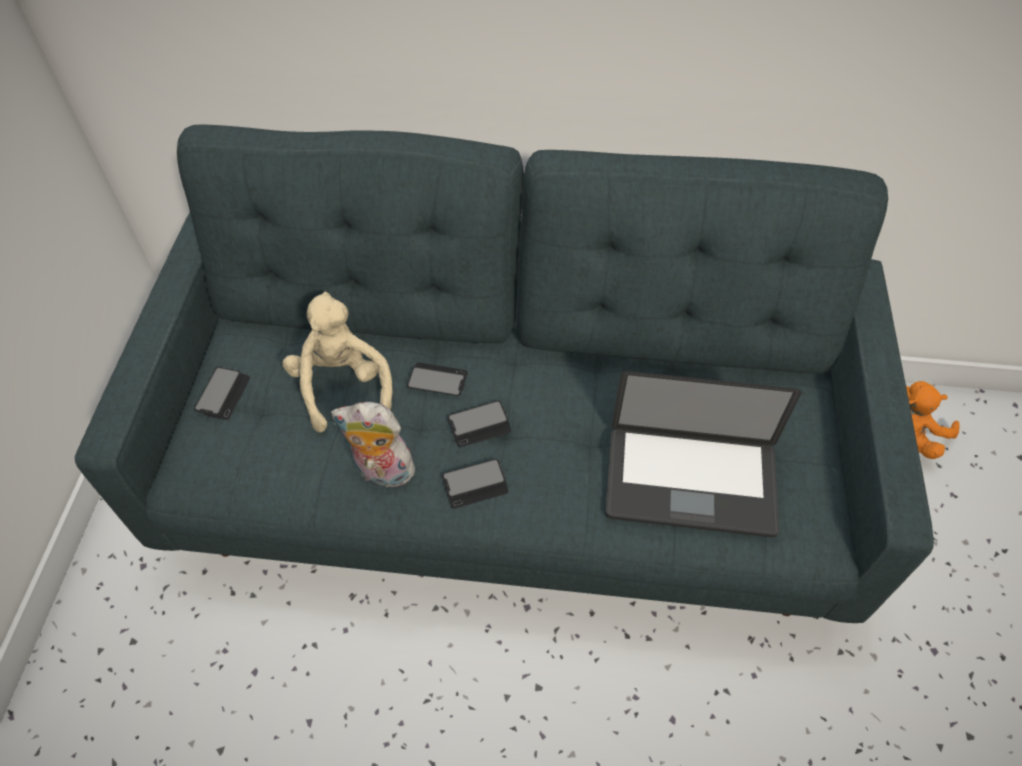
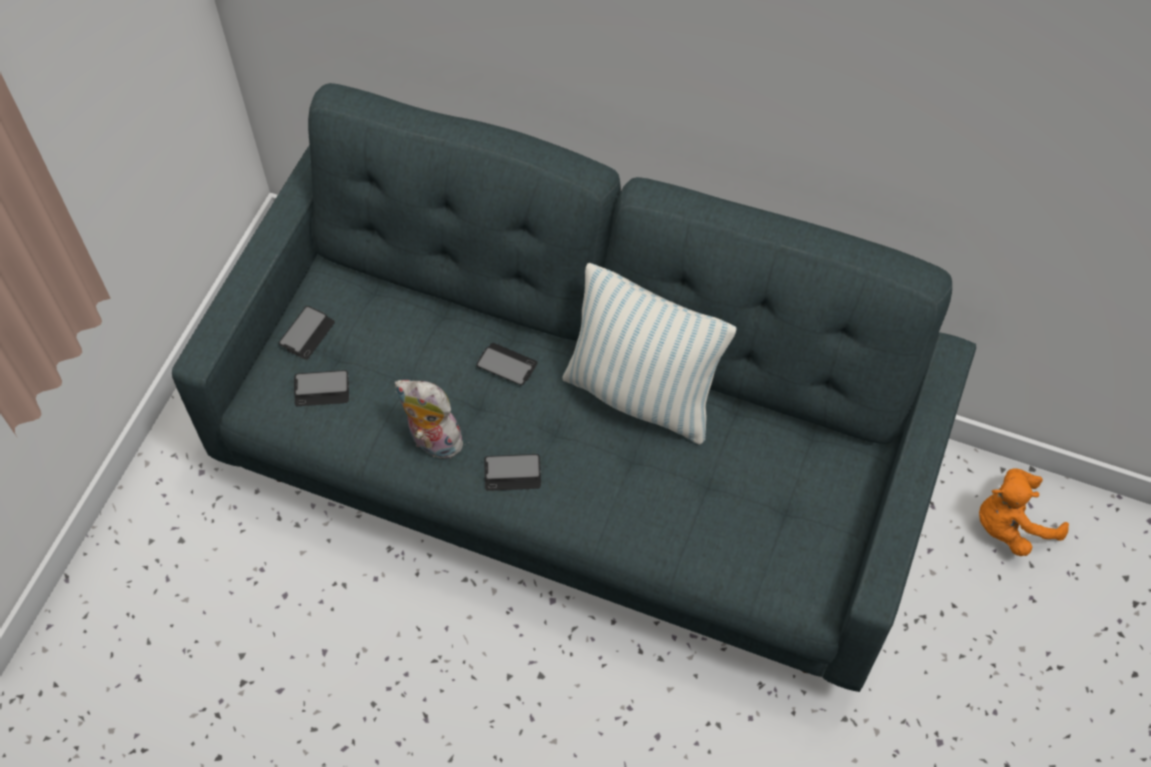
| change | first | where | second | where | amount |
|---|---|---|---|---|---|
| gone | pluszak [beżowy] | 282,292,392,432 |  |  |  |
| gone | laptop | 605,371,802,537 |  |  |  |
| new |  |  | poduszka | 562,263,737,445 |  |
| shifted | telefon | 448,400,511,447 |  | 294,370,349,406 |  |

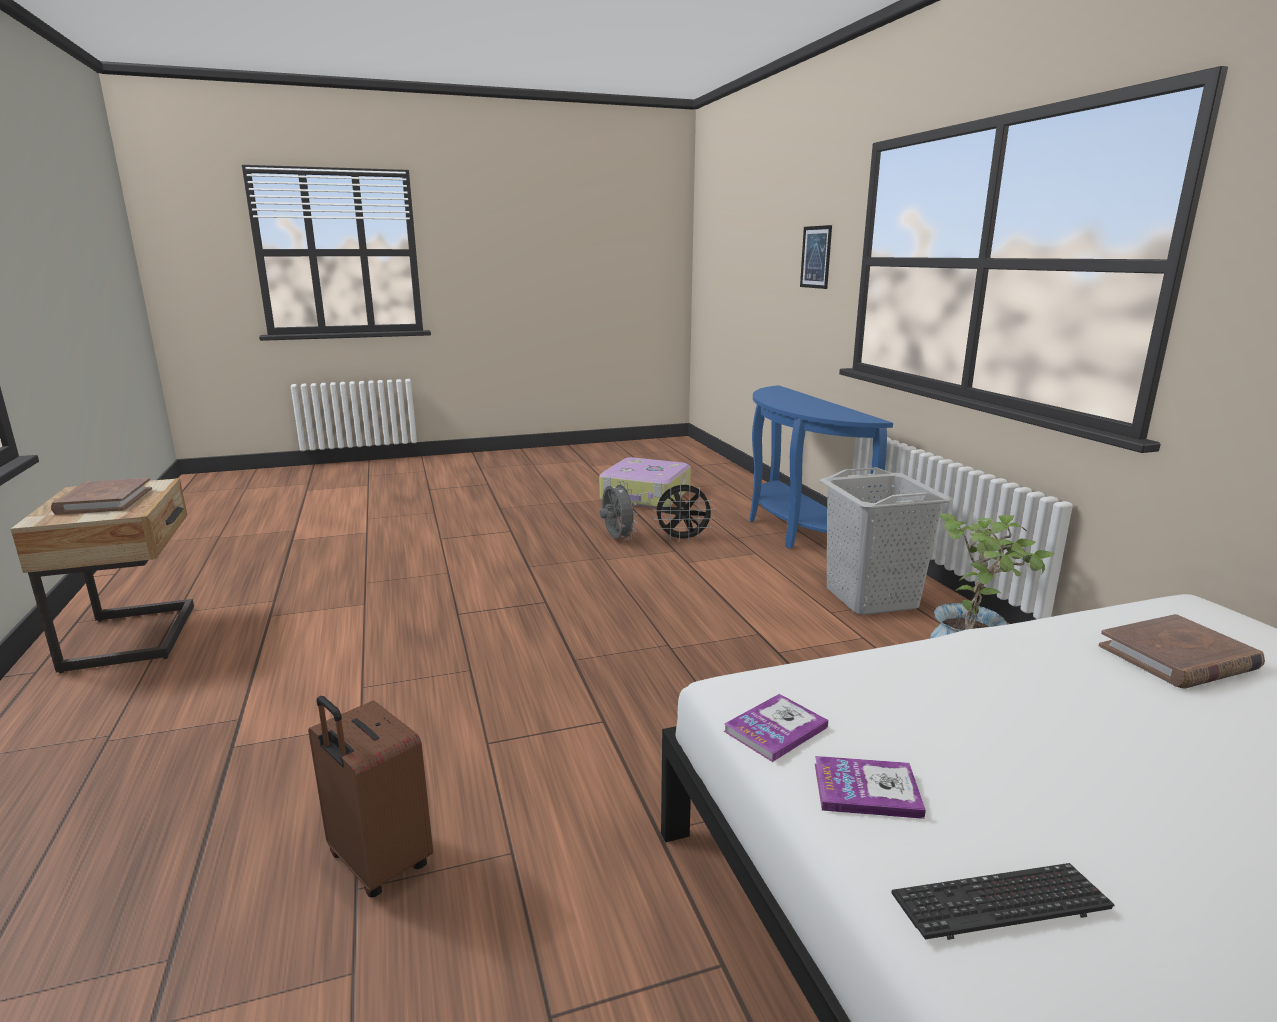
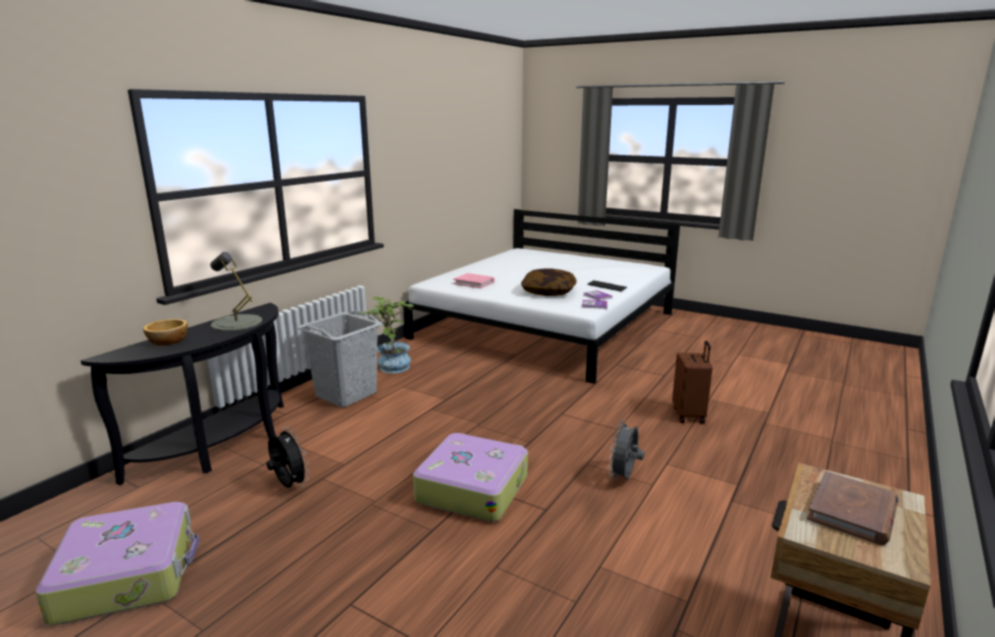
| change | first | where | second | where | amount |
|---|---|---|---|---|---|
| gone | obraz | 800,225,832,289 |  |  |  |
| new |  |  | miska | 143,319,188,345 |  |
| new |  |  | lampa stołowa [szary] | 210,252,262,331 |  |
| new |  |  | walizka | 413,433,528,522 |  |
| new |  |  | poduszka | 521,269,577,296 |  |
| shifted | wentylator [szary] | 600,481,638,540 |  | 608,420,645,481 |  |
| repainted | stolik konsolowy [niebieski] | 749,385,893,548 | stolik konsolowy [czarny] | 80,303,284,485 |  |
| repainted | książka [brązowy] | 1099,614,1265,689 | książka [różowy] | 453,273,495,288 |  |

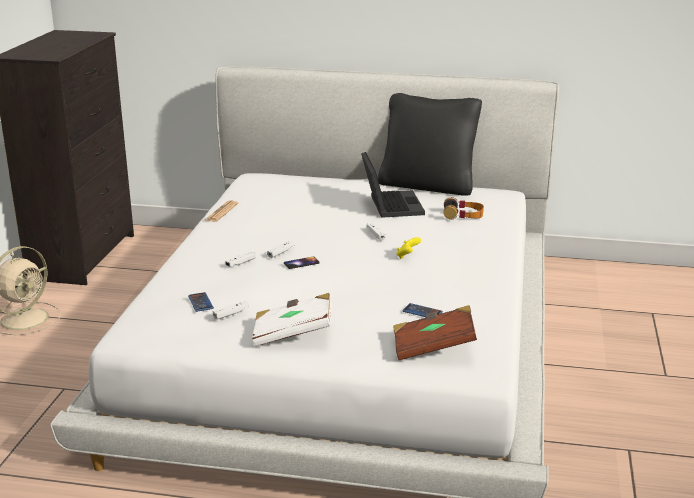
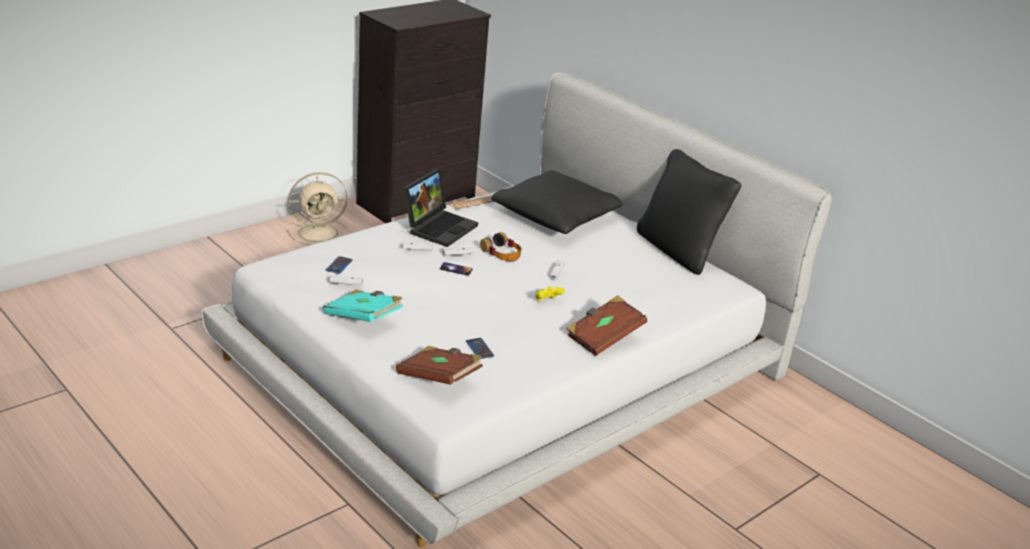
| change | first | where | second | where | amount |
|---|---|---|---|---|---|
| new |  |  | poduszka [czarny] | 491,171,623,234 |  |
| new |  |  | książka [brązowy] | 566,295,647,356 |  |
| shifted | laptop | 361,152,425,218 |  | 403,169,478,247 |  |
| shifted | słuchawki | 444,197,484,220 |  | 480,232,521,261 |  |
| repainted | książka [biały] | 252,293,332,346 | książka [turkusowy] | 323,290,403,322 |  |

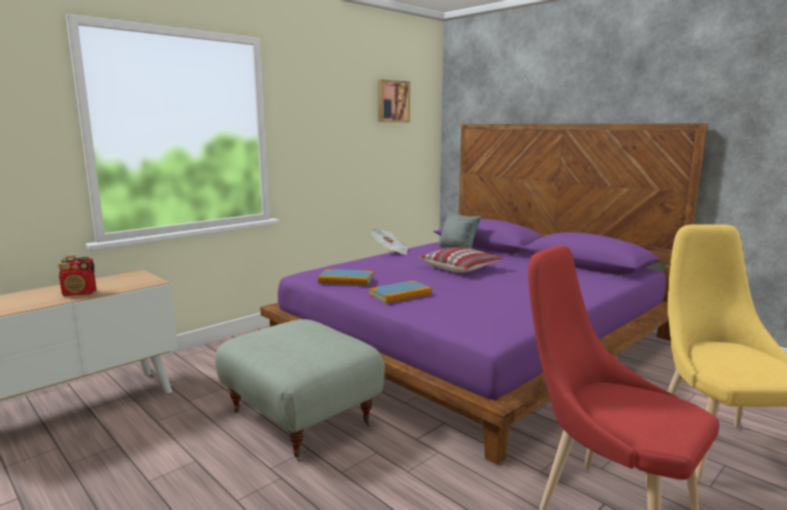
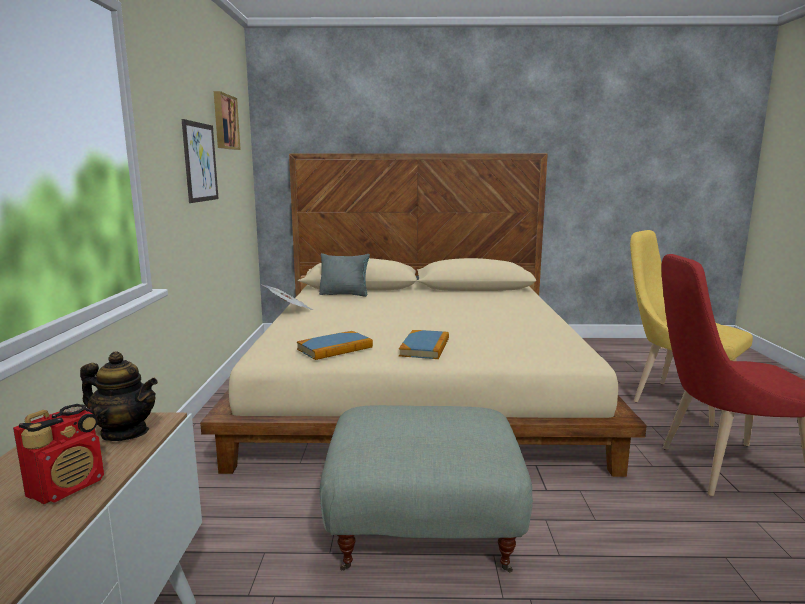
| change | first | where | second | where | amount |
|---|---|---|---|---|---|
| gone | poduszka | 419,247,503,272 |  |  |  |
| new |  |  | imbryk | 80,351,158,441 |  |
| new |  |  | obraz | 182,119,219,203 |  |
| repainted | łóżko [fioletowy] | 260,123,708,465 | łóżko [beżowy] | 200,153,647,477 |  |

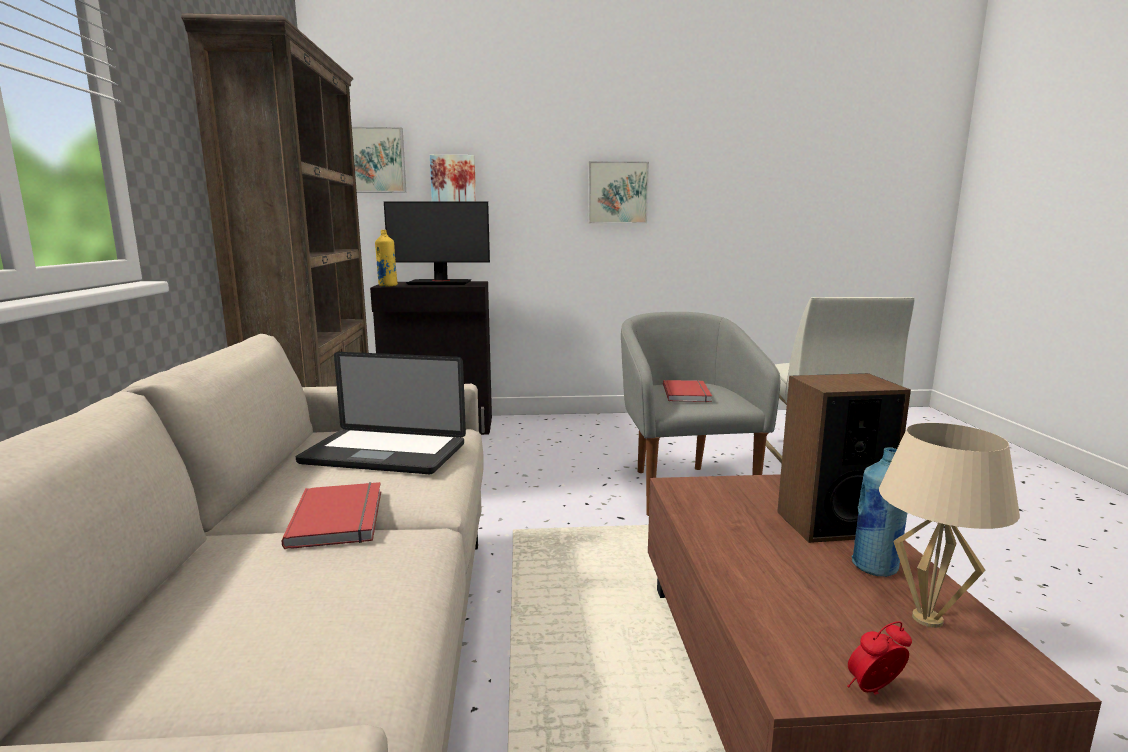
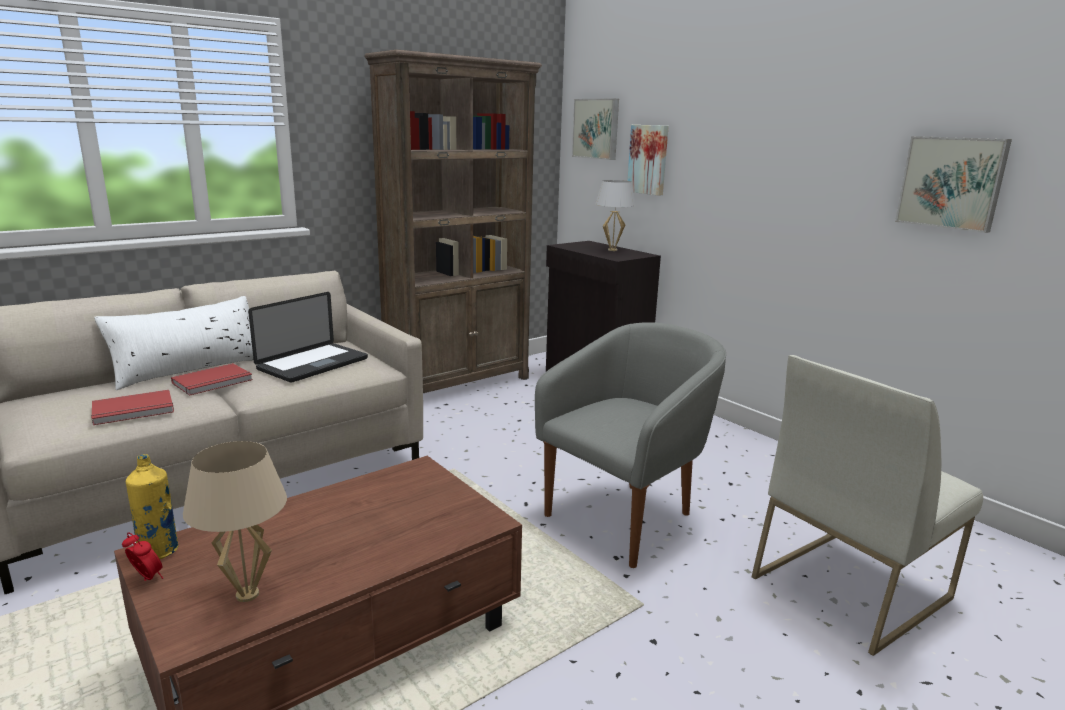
| change | first | where | second | where | amount |
|---|---|---|---|---|---|
| gone | głośnik | 777,373,911,543 |  |  |  |
| gone | butelka [niebieski] | 851,447,907,577 |  |  |  |
| new |  |  | poduszka [biały] | 94,296,254,390 |  |
| shifted | butelka [żółty] | 375,230,398,286 |  | 126,454,179,559 |  |
| shifted | obraz | 588,161,649,223 |  | 895,136,1012,233 |  |
| shifted | książka [czerwony] | 663,380,712,402 |  | 91,390,174,425 |  |
| swapped | monitor | 384,202,490,285 | lampa stołowa [biały] | 595,180,636,251 |  |
| rotated | laptop | 296,352,466,474 |  | 248,292,368,383 | 120 degrees counterclockwise |

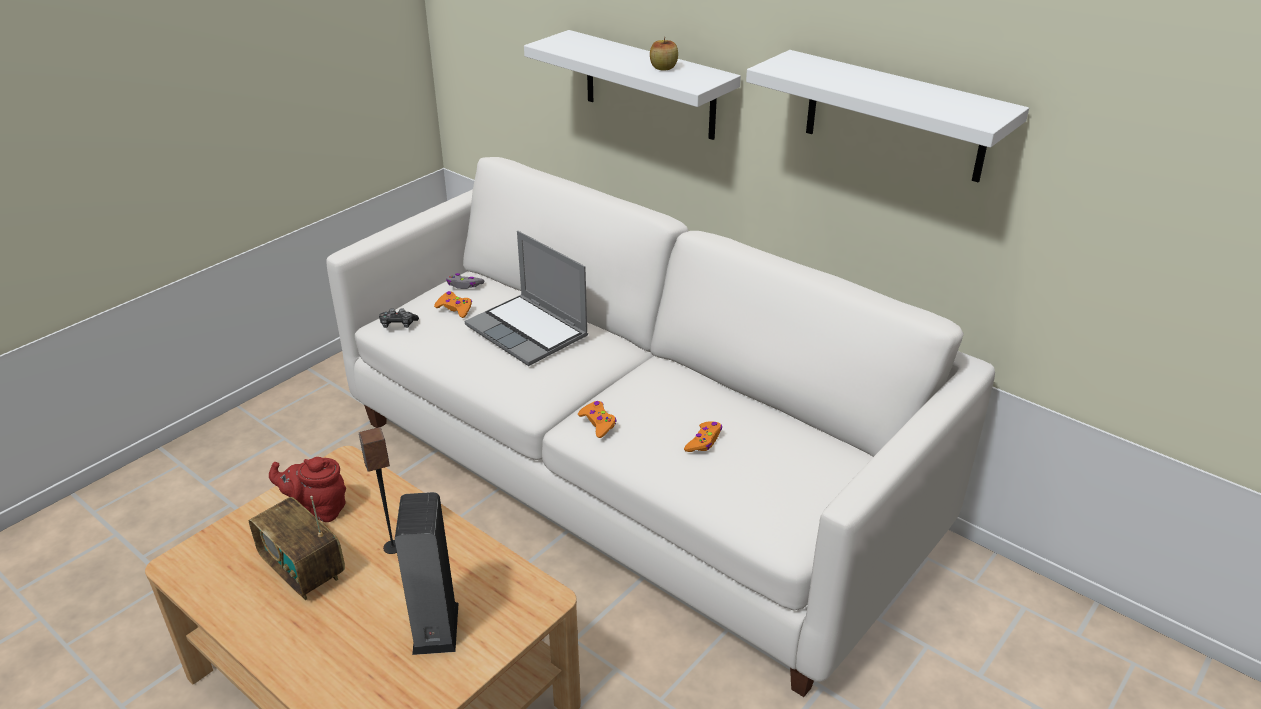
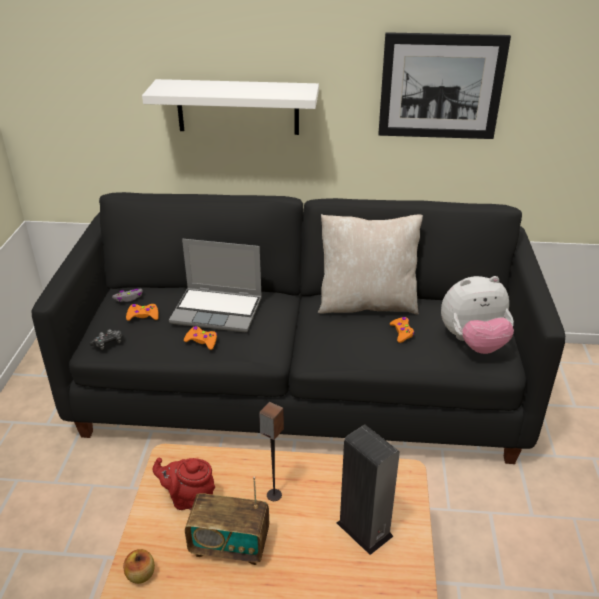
| change | first | where | second | where | amount |
|---|---|---|---|---|---|
| new |  |  | poduszka [beżowy] | 318,214,423,315 |  |
| new |  |  | pluszak | 441,276,514,354 |  |
| shifted | pad do gier [pomarańczowy] | 578,401,617,438 |  | 184,326,217,350 |  |
| shifted | jabłko | 650,37,678,71 |  | 123,549,155,584 |  |
| swapped | półka [biały] | 746,50,1029,182 | obraz | 378,32,511,139 |  |
| repainted | kanapa [biały] | 326,157,995,697 | kanapa [czarny] | 32,192,565,464 |  |
| rotated | imbryk [czerwony] | 269,457,346,522 |  | 152,458,215,510 | 45 degrees clockwise |

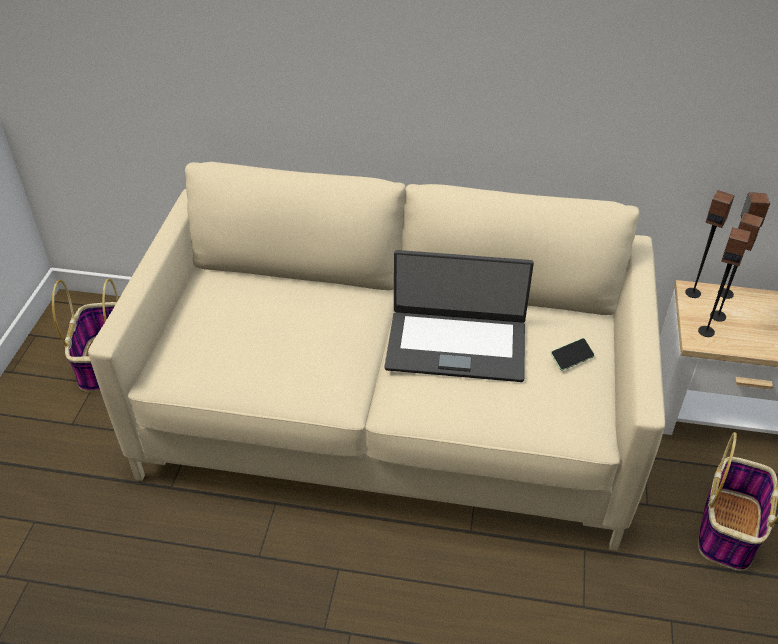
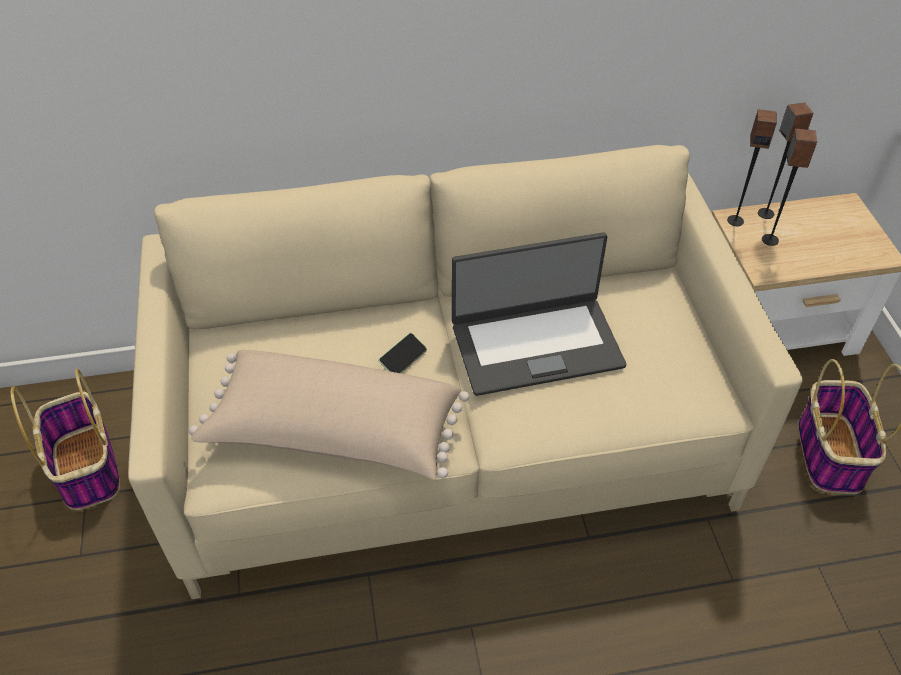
| change | first | where | second | where | amount |
|---|---|---|---|---|---|
| gone | głośnik | 698,227,751,337 |  |  |  |
| new |  |  | poduszka [beżowy] | 189,350,470,480 |  |
| shifted | telefon | 551,338,595,371 |  | 378,333,427,373 |  |

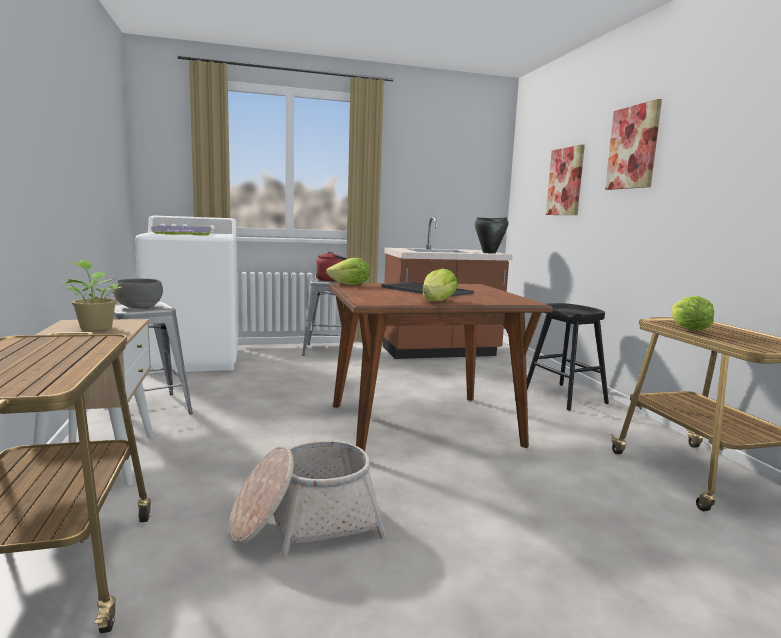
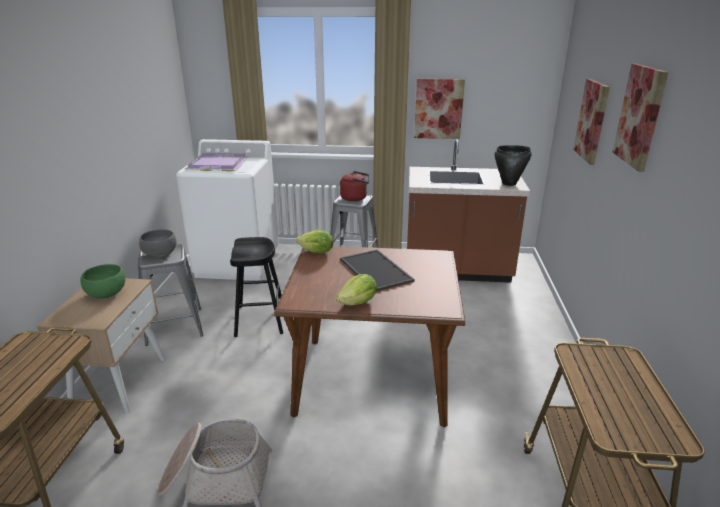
| change | first | where | second | where | amount |
|---|---|---|---|---|---|
| gone | sałata | 671,296,714,330 |  |  |  |
| new |  |  | obraz | 414,79,465,139 |  |
| shifted | stołek [czarny] | 527,303,609,411 |  | 230,237,283,337 |  |
| swapped | roślina doniczkowa | 59,260,121,331 | miska [zielony] | 81,264,126,299 |  |

